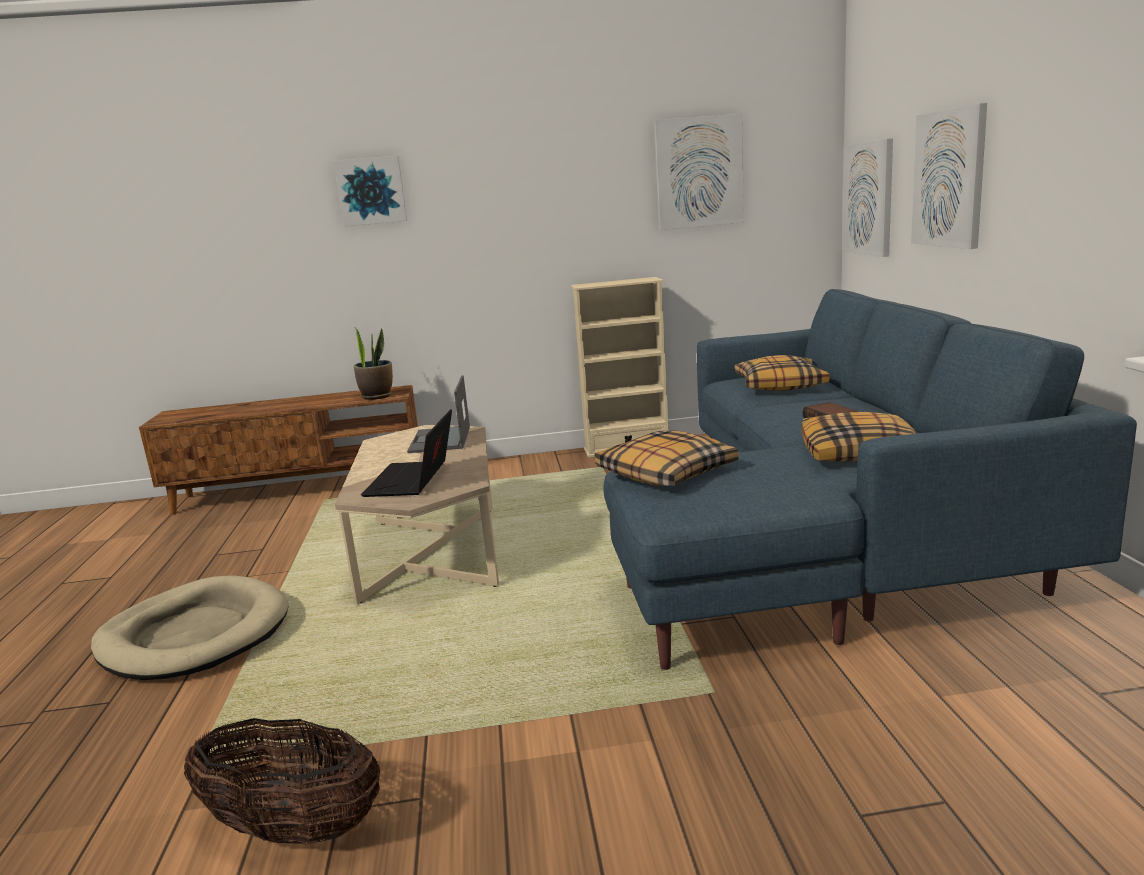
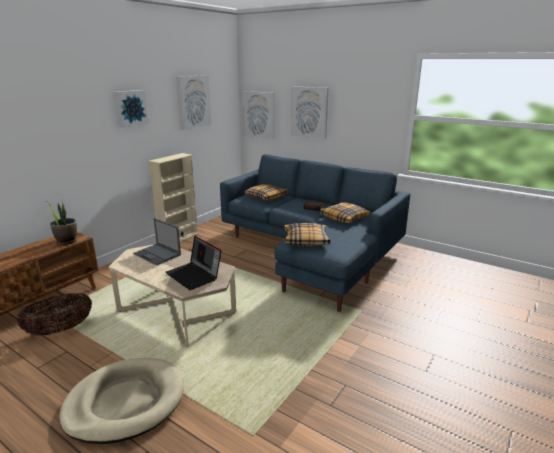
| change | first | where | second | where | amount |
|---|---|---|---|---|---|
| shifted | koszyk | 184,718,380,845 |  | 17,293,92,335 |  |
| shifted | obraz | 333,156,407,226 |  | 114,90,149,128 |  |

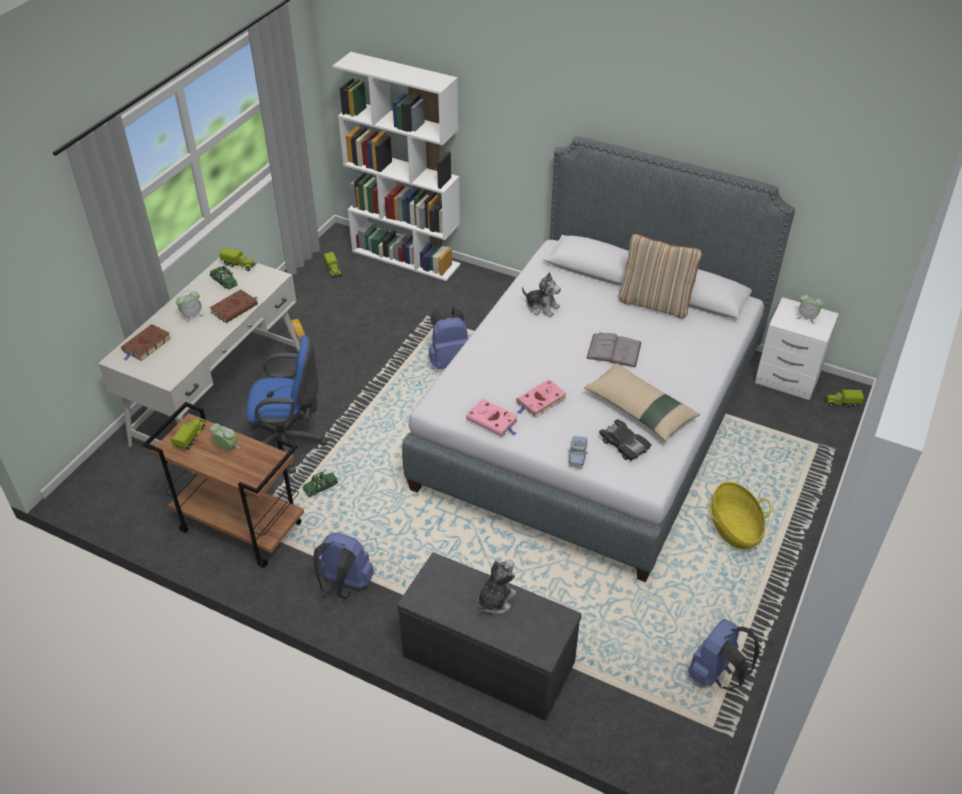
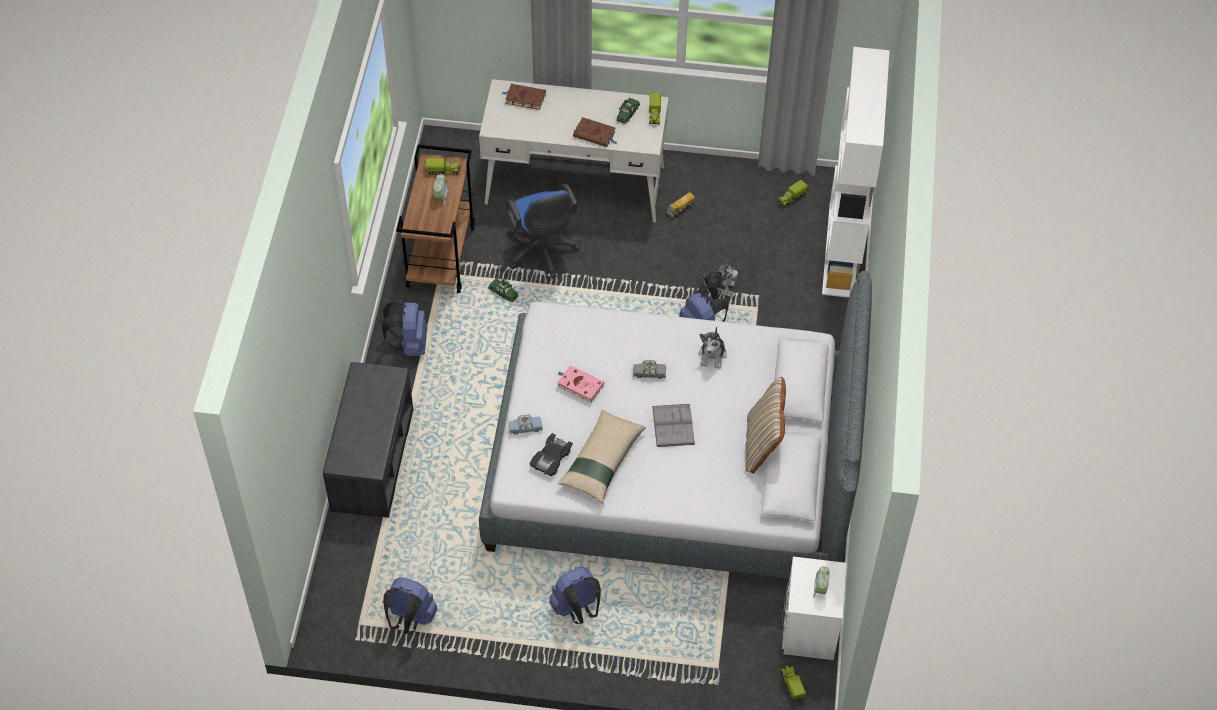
| change | first | where | second | where | amount |
|---|---|---|---|---|---|
| gone | budzik | 176,290,204,323 |  |  |  |
| gone | książka [różowy] | 466,399,518,437 |  |  |  |
| new |  |  | samochodzik [szary] | 633,360,666,379 |  |
| shifted | pluszak | 478,559,516,614 |  | 699,260,738,297 |  |
| swapped | koszyk | 709,482,771,549 | plecak [niebieski] | 549,567,601,624 |  |

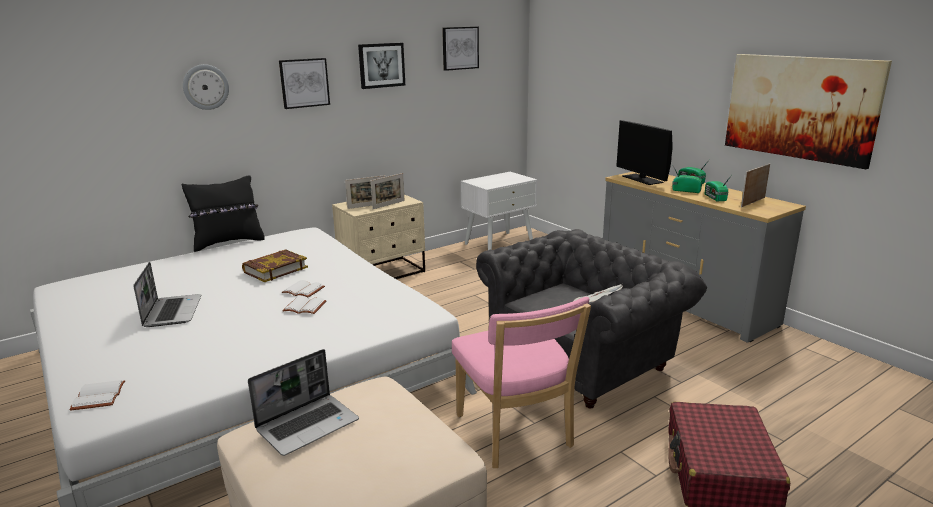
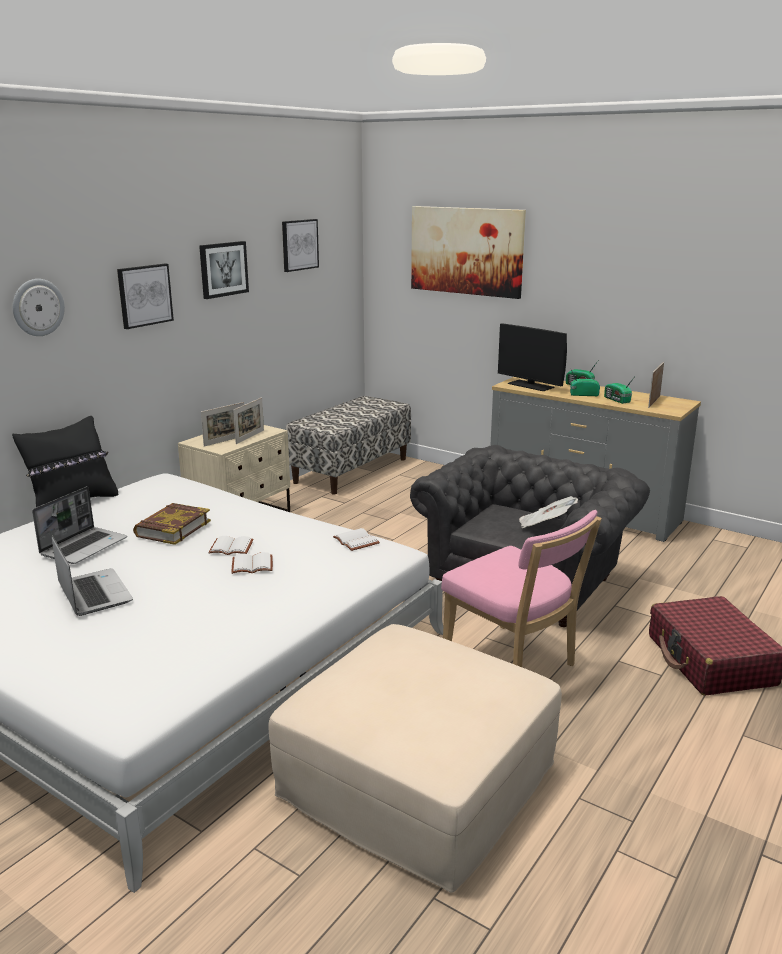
| change | first | where | second | where | amount |
|---|---|---|---|---|---|
| shifted | książka [biały] | 69,380,125,411 |  | 333,528,380,551 |  |
| shifted | laptop | 248,349,359,456 |  | 32,486,127,564 |  |
| shifted | obraz | 725,54,892,169 |  | 411,206,526,299 |  |
| swapped | szafka nocna [biały] | 461,172,537,250 | ławka | 286,396,411,495 |  |

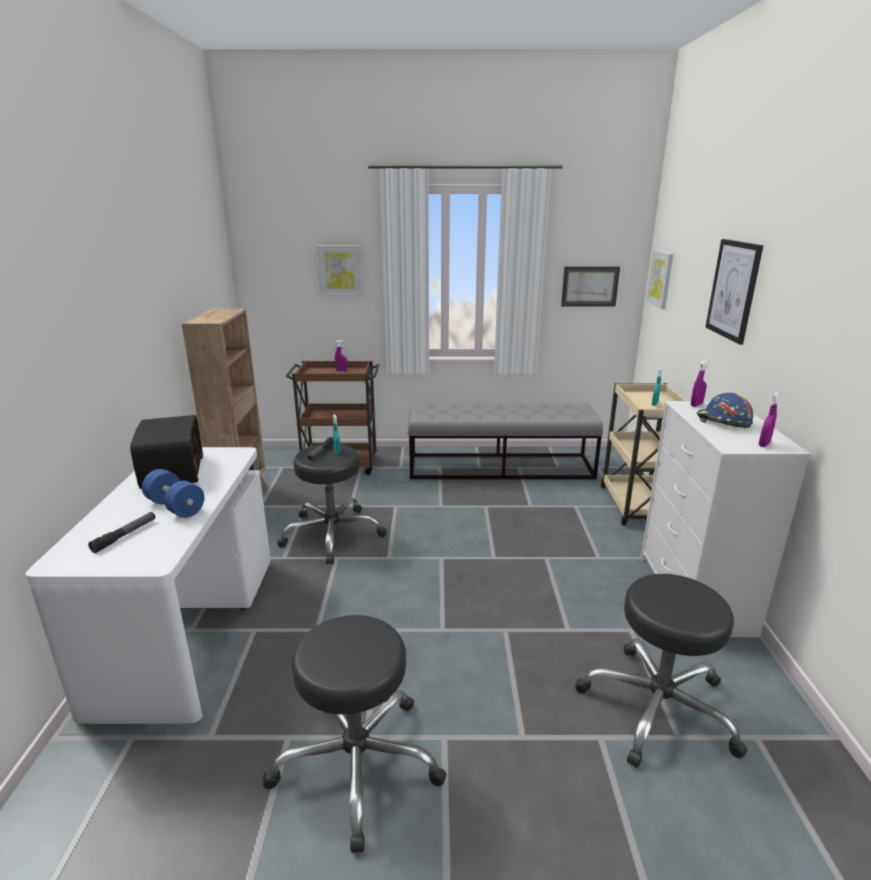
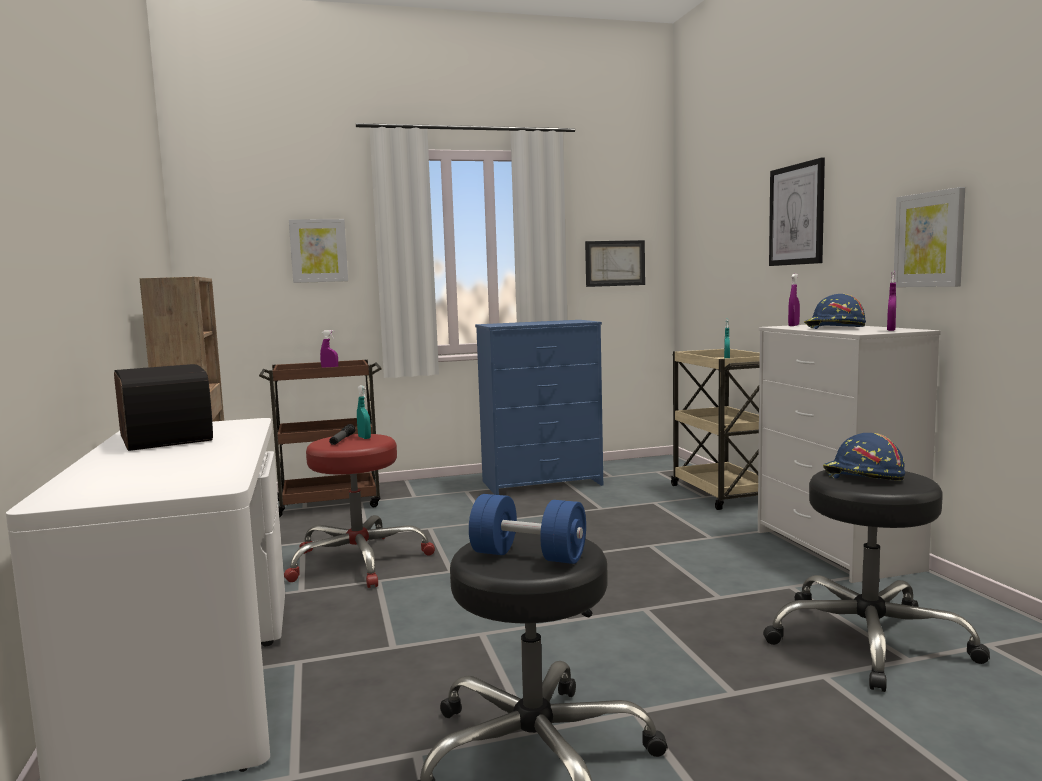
| change | first | where | second | where | amount |
|---|---|---|---|---|---|
| gone | latarka | 88,512,156,553 |  |  |  |
| new |  |  | kask [niebieski] | 823,433,905,480 |  |
| shifted | hantel [niebieski] | 142,469,204,518 |  | 469,494,586,564 |  |
| shifted | obraz | 646,250,673,309 |  | 894,187,965,287 |  |
| swapped | ławka [szary] | 407,403,603,480 | komoda [niebieski] | 475,320,603,495 |  |
| repainted | stołek [czarny] | 277,444,387,565 | stołek [czerwony] | 284,434,435,588 |  |

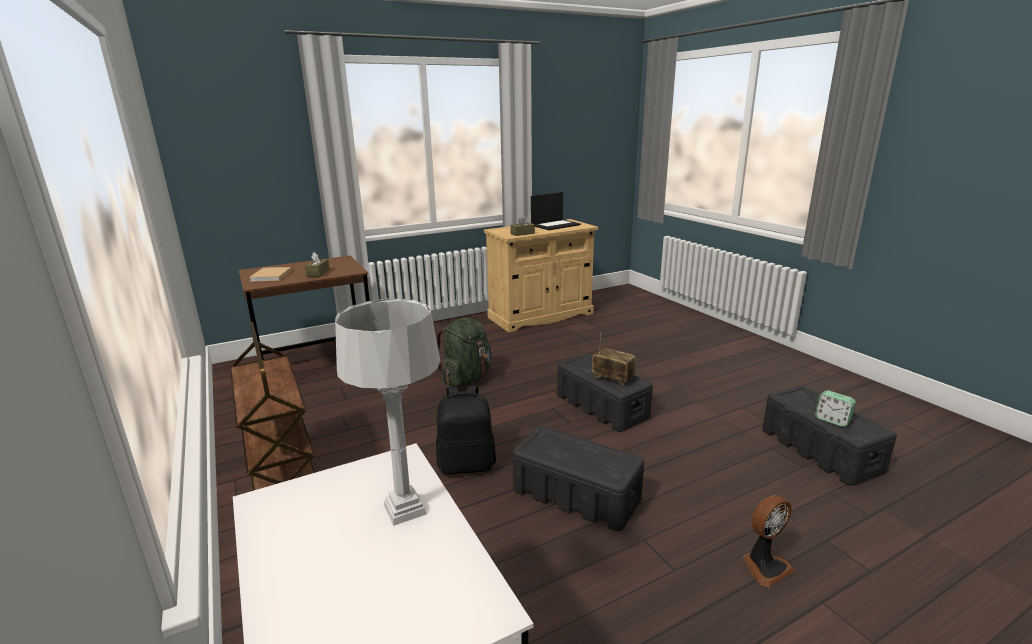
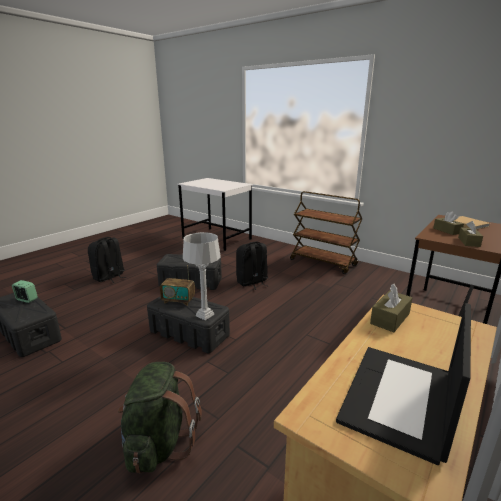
| change | first | where | second | where | amount |
|---|---|---|---|---|---|
| new |  |  | pudełko chusteczek [brązowy] | 458,221,483,247 |  |
| shifted | lampa stołowa [szary] | 335,299,441,526 |  | 183,232,221,320 |  |
| shifted | plecak [zielony] | 437,318,491,387 |  | 118,362,202,473 |  |
| swapped | wentylator | 743,495,795,587 | plecak [czarny] | 88,237,126,283 |  |

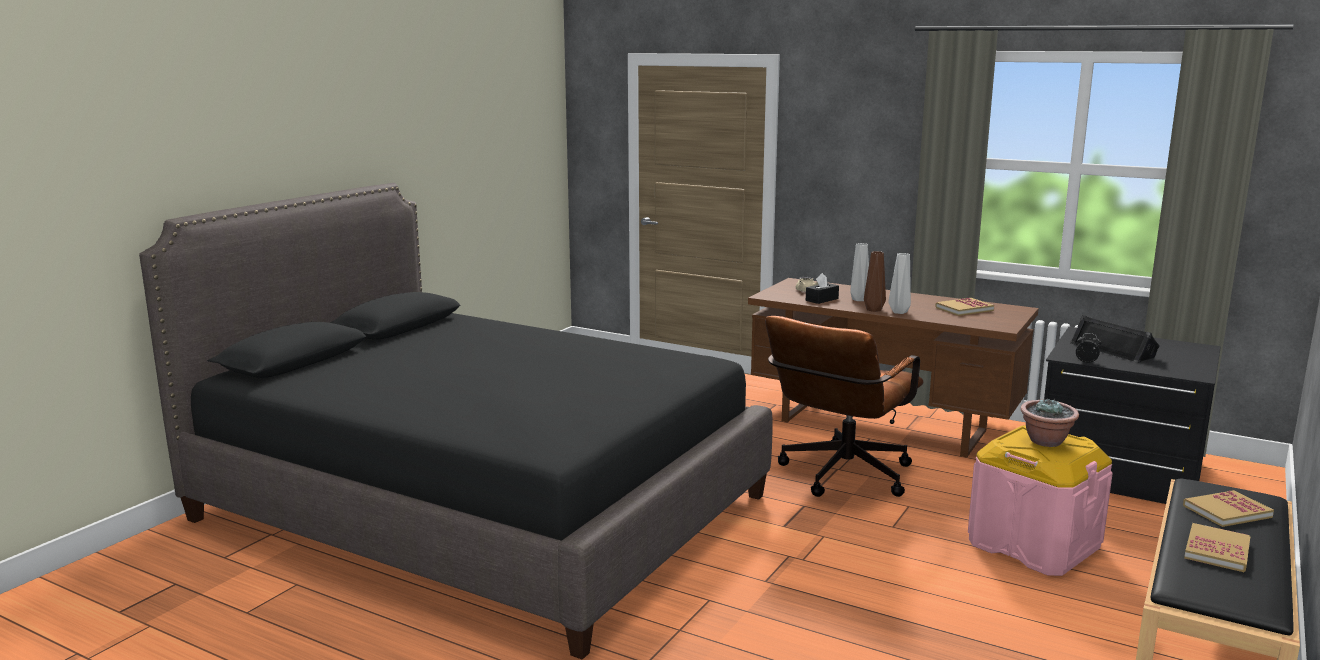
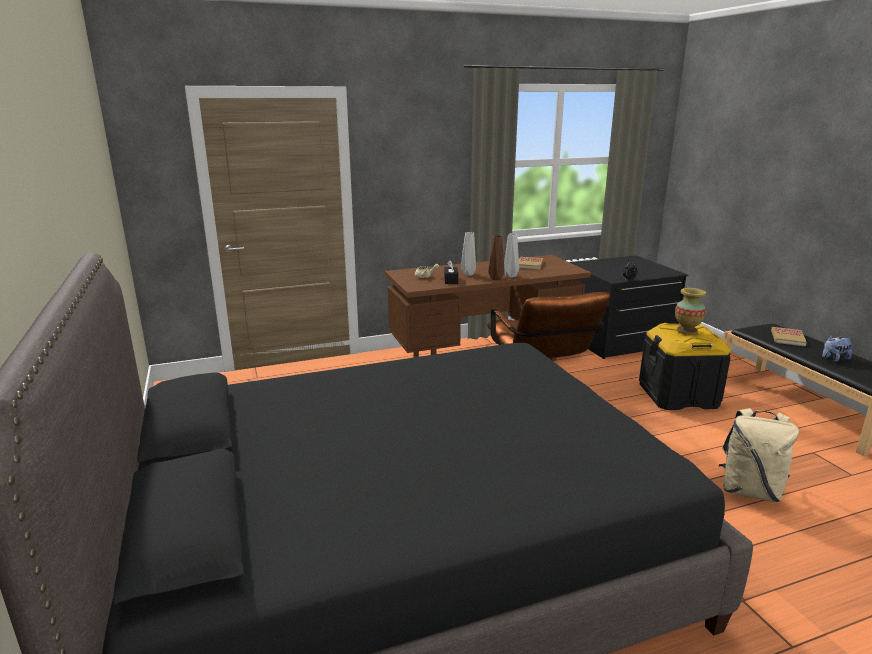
| change | first | where | second | where | amount |
|---|---|---|---|---|---|
| gone | głośnik [czarny] | 1070,315,1160,363 |  |  |  |
| new |  |  | plecak [beżowy] | 719,408,799,502 |  |
| swapped | roślina doniczkowa | 1021,399,1079,447 | wazon | 675,288,706,335 |  |
| swapped | książka | 1184,523,1251,572 | pluszak | 822,335,852,362 |  |
| repainted | pojemnik do przechowywania [różowy] | 968,425,1113,576 | pojemnik do przechowywania [czarny] | 639,323,731,410 |  |

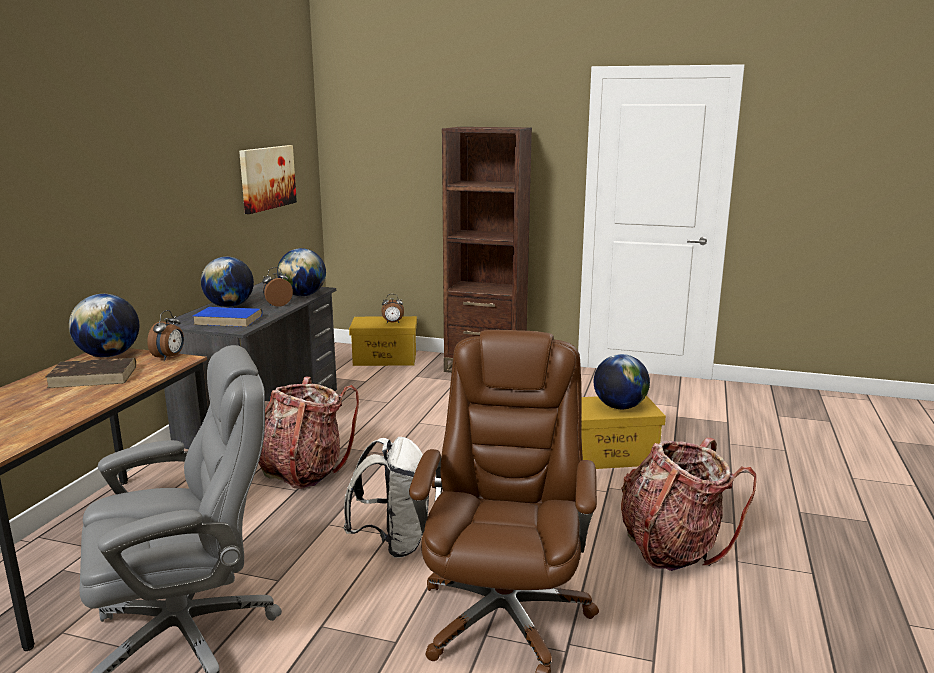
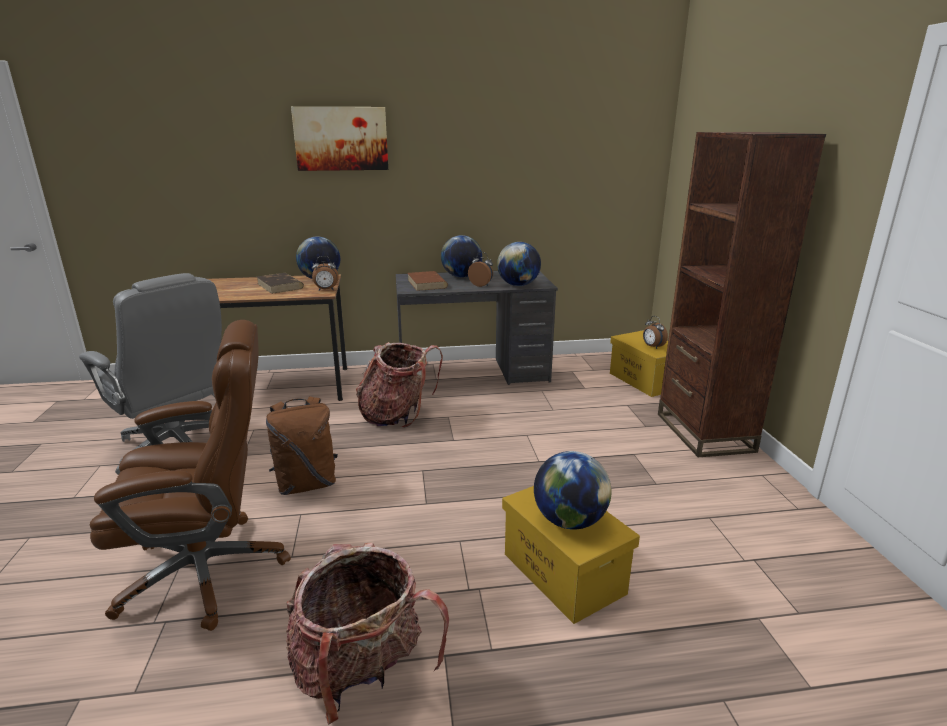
| change | first | where | second | where | amount |
|---|---|---|---|---|---|
| shifted | obraz | 239,145,297,214 |  | 291,107,388,171 |  |
| repainted | książka [niebieski] | 193,307,263,327 | książka [brązowy] | 407,271,448,291 |  |
| repainted | plecak [biały] | 343,437,429,558 | plecak [brązowy] | 266,396,338,495 |  |

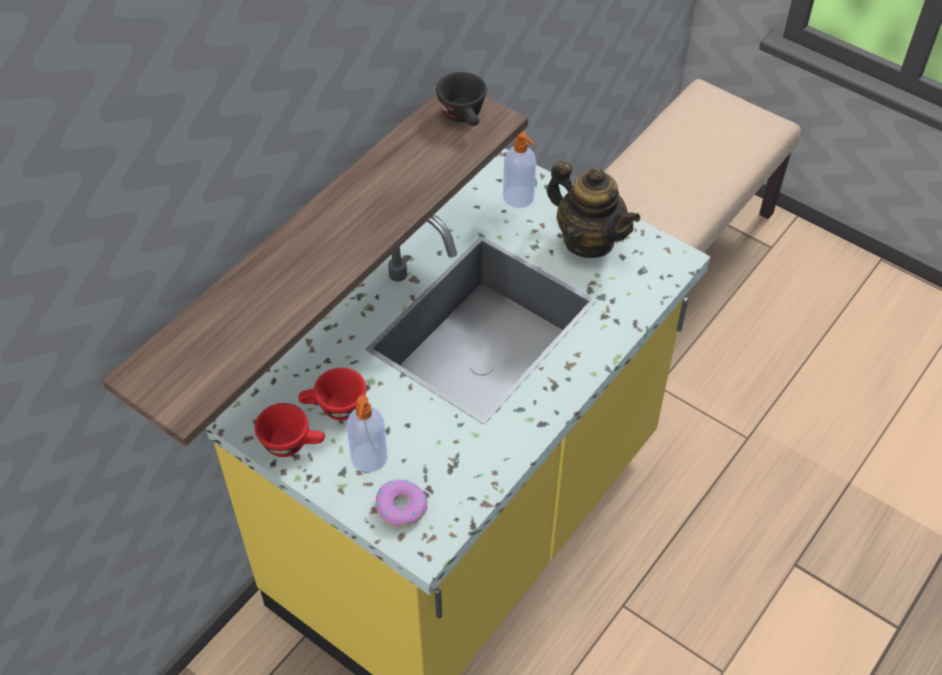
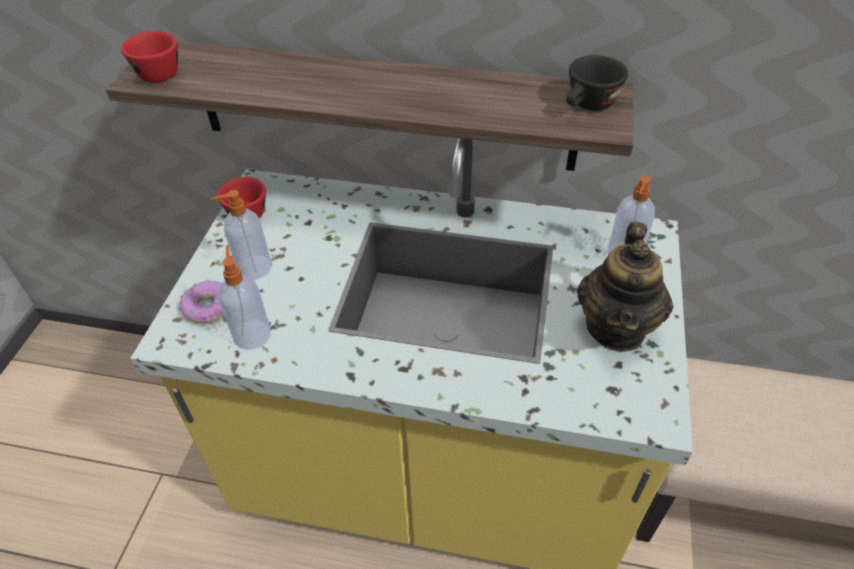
| change | first | where | second | where | amount |
|---|---|---|---|---|---|
| new |  |  | dozownik mydła | 218,245,271,350 |  |
| shifted | filiżanka [czerwony] | 298,368,366,420 |  | 121,31,178,83 |  |

